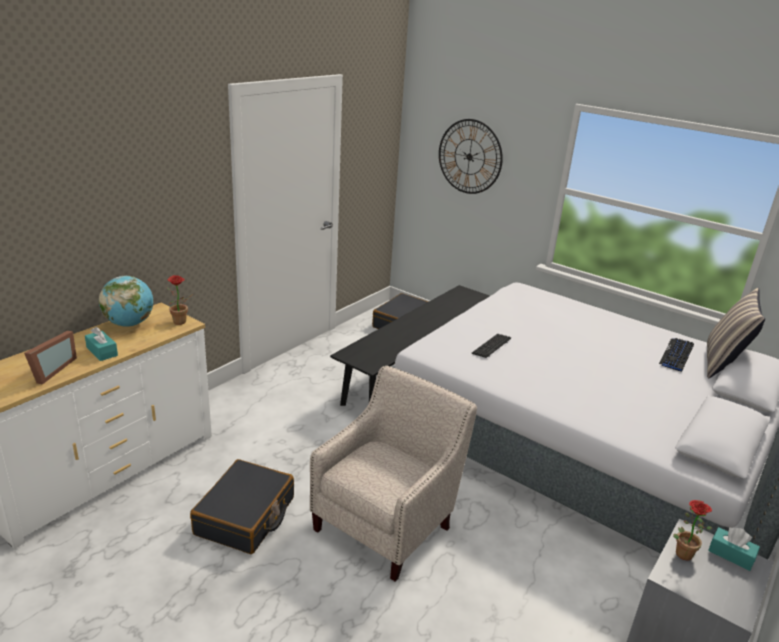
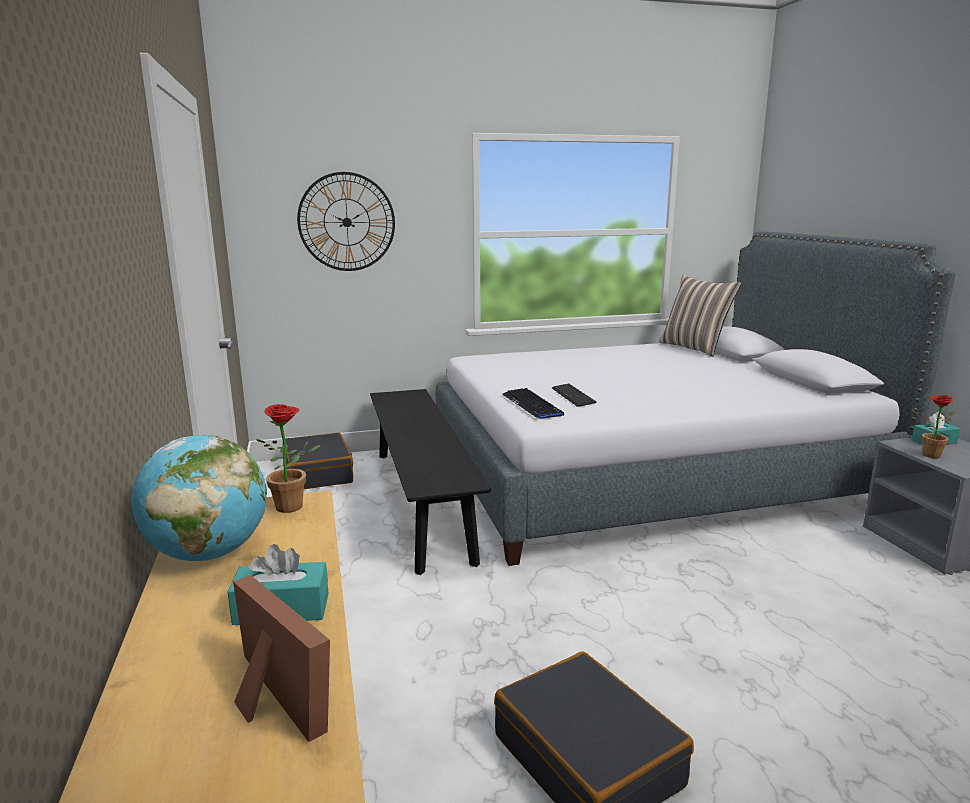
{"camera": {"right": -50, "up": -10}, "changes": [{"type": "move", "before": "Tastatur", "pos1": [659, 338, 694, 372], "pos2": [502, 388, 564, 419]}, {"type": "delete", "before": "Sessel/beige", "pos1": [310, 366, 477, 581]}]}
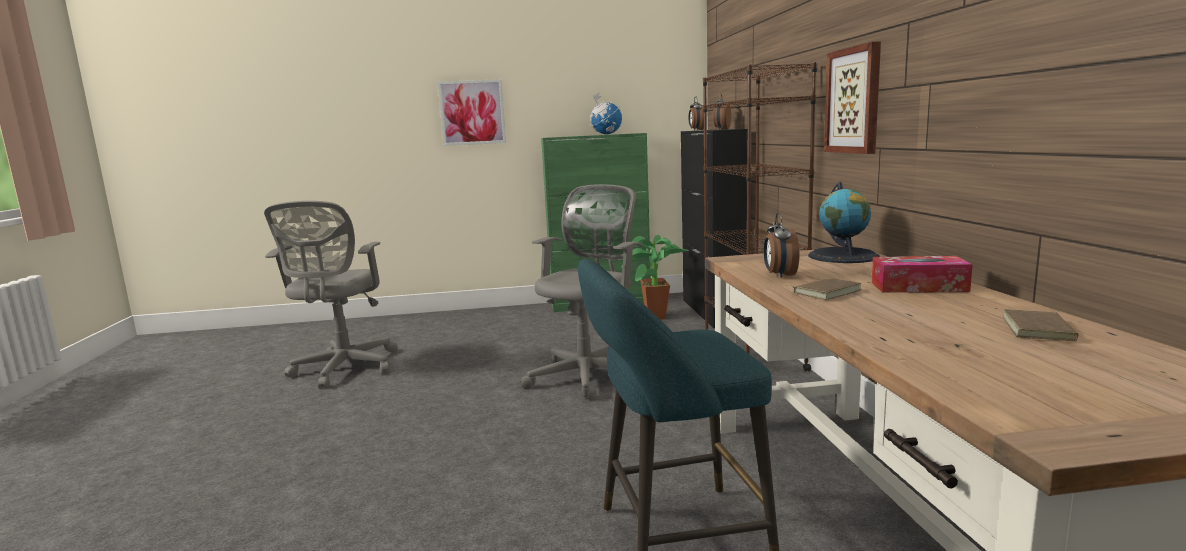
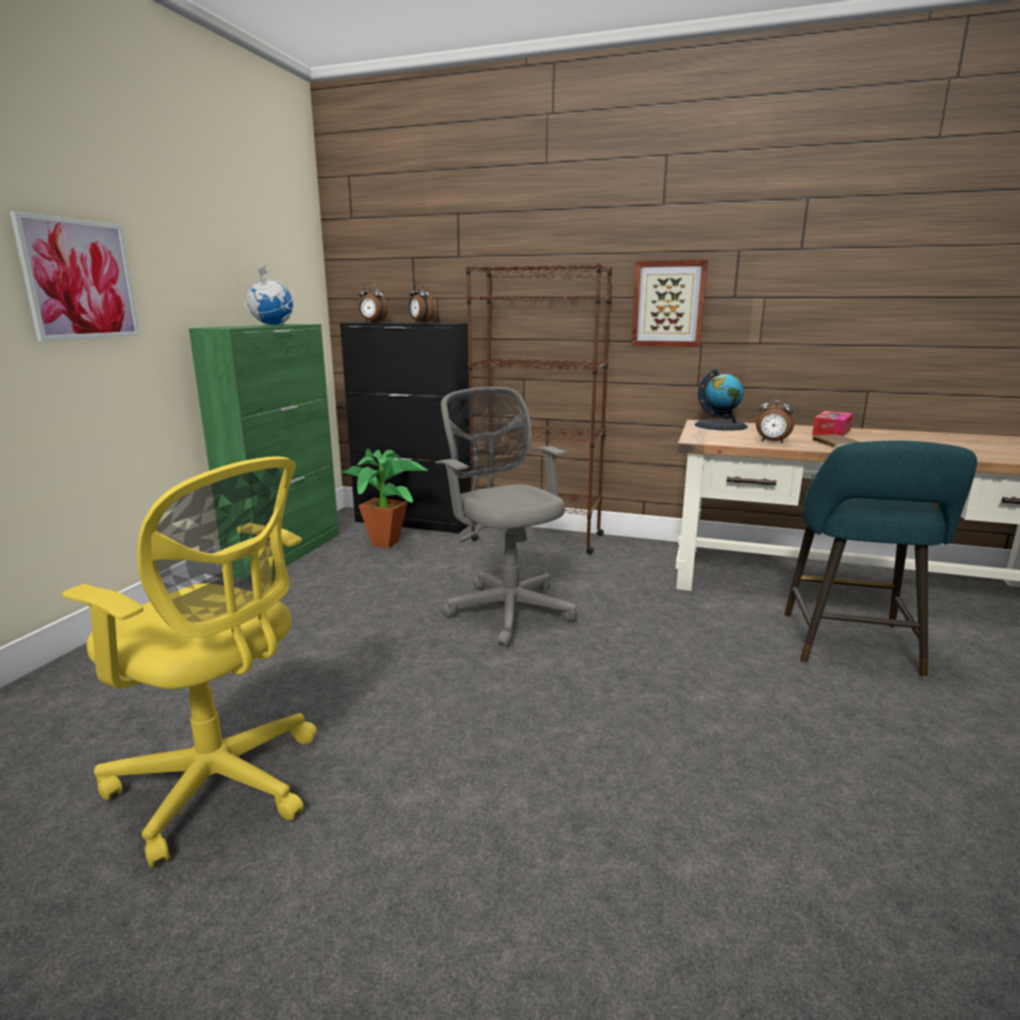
{"camera": {"right": -65, "up": 5}, "changes": [{"type": "recolor", "before": "Bürostuhl/grau", "after": "Bürostuhl/gelb", "pos1": [264, 201, 397, 389], "pos2": [62, 456, 317, 868]}, {"type": "delete", "before": "Buch/braun", "pos1": [1003, 309, 1079, 342]}]}
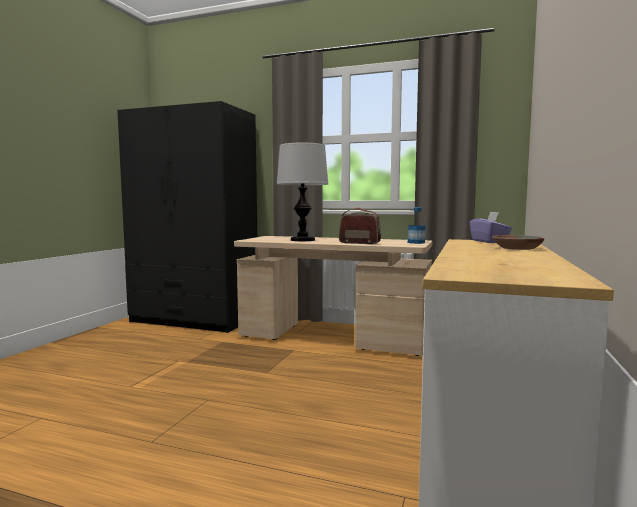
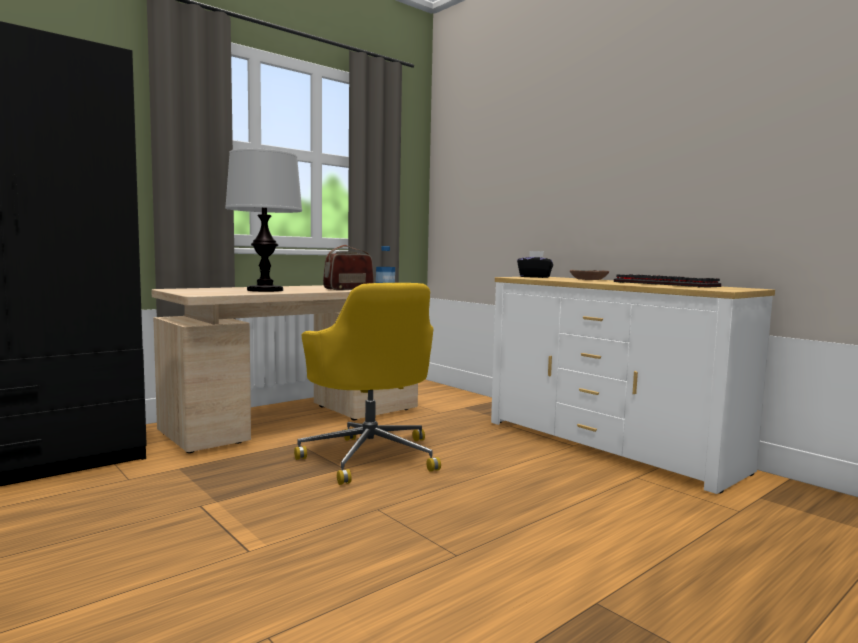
{"camera": {"right": -60, "up": 0}, "changes": [{"type": "insert", "after": "Bürostuhl/gelb", "pos2": [294, 283, 441, 485]}, {"type": "recolor", "before": "Taschentuchbox/lila", "after": "Taschentuchbox/schwarz", "pos1": [470, 212, 512, 243], "pos2": [517, 251, 553, 278]}, {"type": "insert", "after": "Tastatur", "pos2": [614, 274, 721, 288]}]}
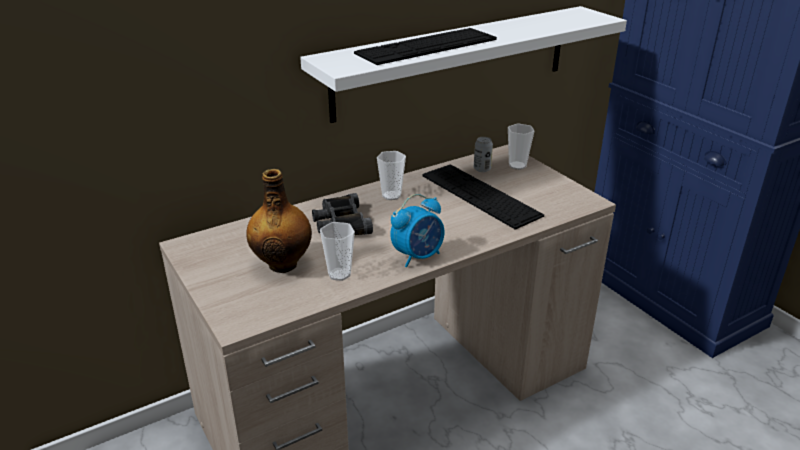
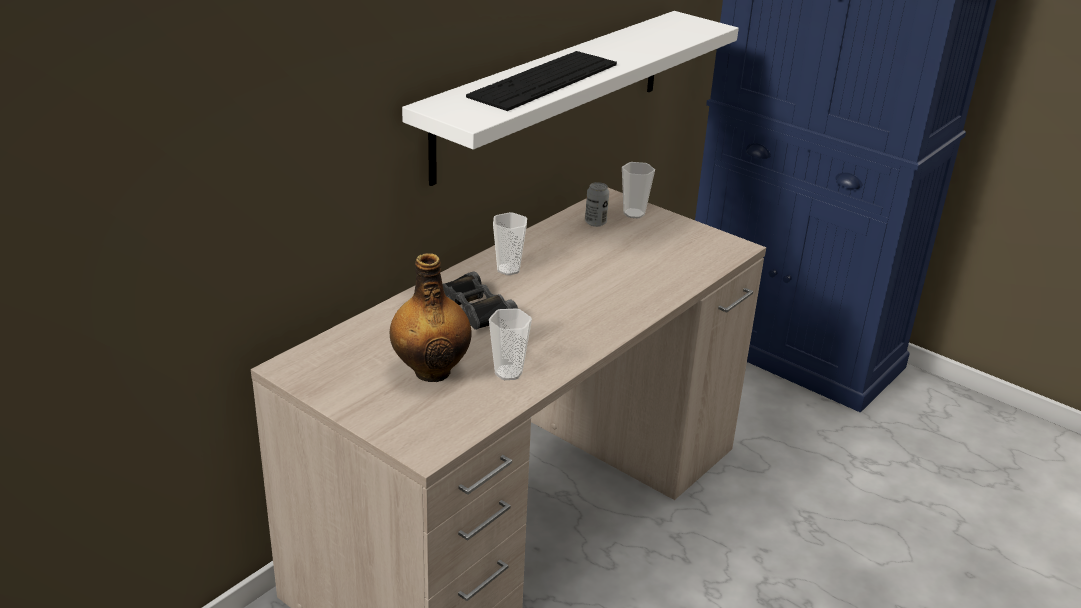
{"camera": {"right": -20, "up": 0}, "changes": [{"type": "delete", "before": "Wecker", "pos1": [390, 194, 444, 268]}, {"type": "delete", "before": "Tastatur", "pos1": [422, 165, 544, 230]}]}
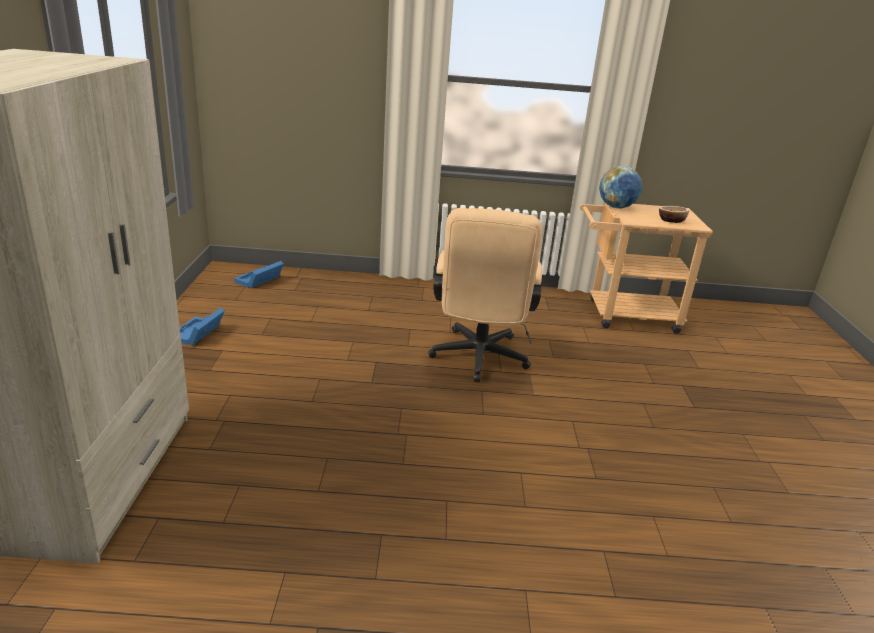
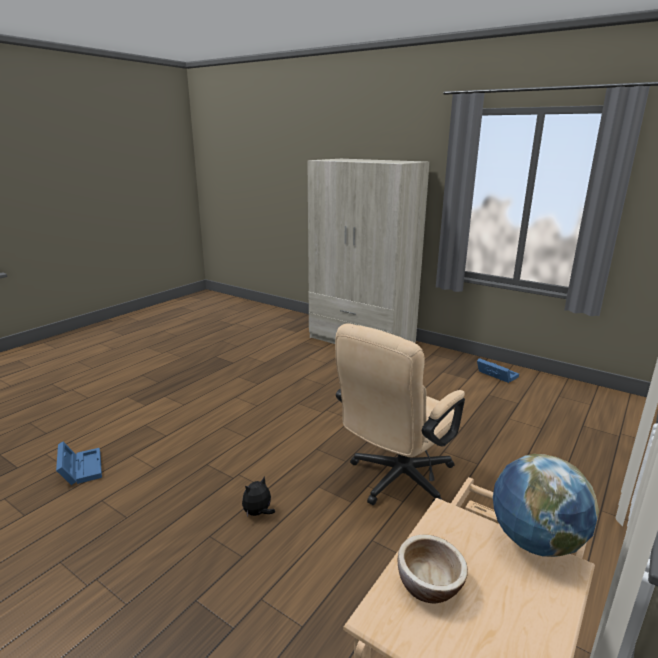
{"camera": {"right": 125, "up": -5}, "changes": [{"type": "move", "before": "Aufbewahrungsbox/blau", "pos1": [234, 261, 284, 288], "pos2": [56, 442, 102, 485]}, {"type": "insert", "after": "Plüschtier", "pos2": [242, 476, 275, 517]}, {"type": "rotate", "before": "Bürostuhl/beige", "pos1": [428, 208, 542, 382], "pos2": [335, 323, 465, 505], "turn": -90}]}
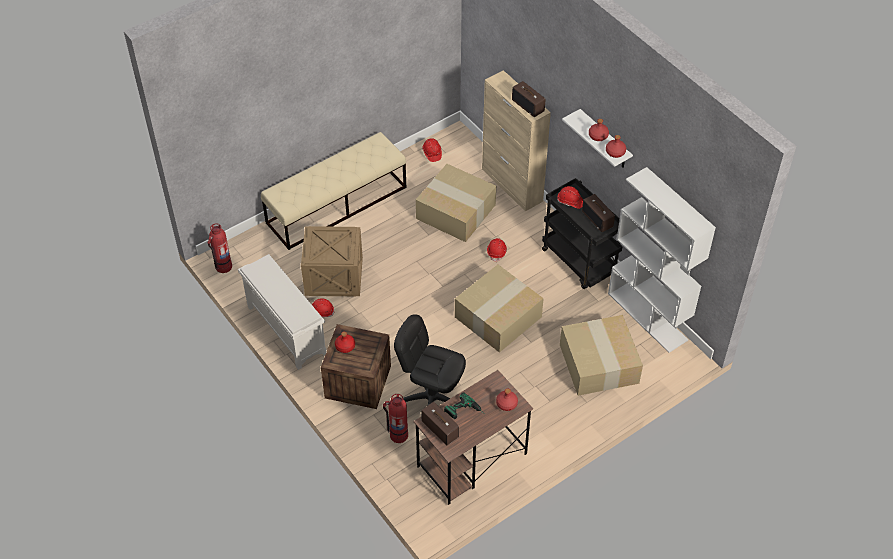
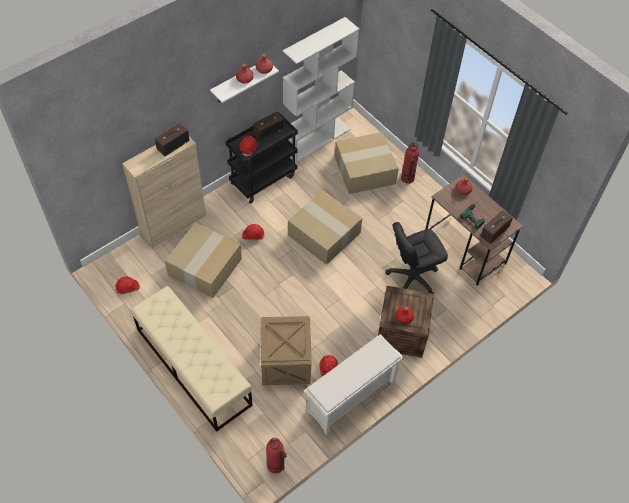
{"camera": {"right": -95, "up": 5}, "changes": [{"type": "rotate", "before": "Bürostuhl/schwarz", "pos1": [394, 314, 466, 405], "pos2": [385, 222, 448, 294], "turn": 45}, {"type": "move", "before": "Feuerlöscher", "pos1": [383, 394, 408, 443], "pos2": [401, 142, 419, 184]}]}
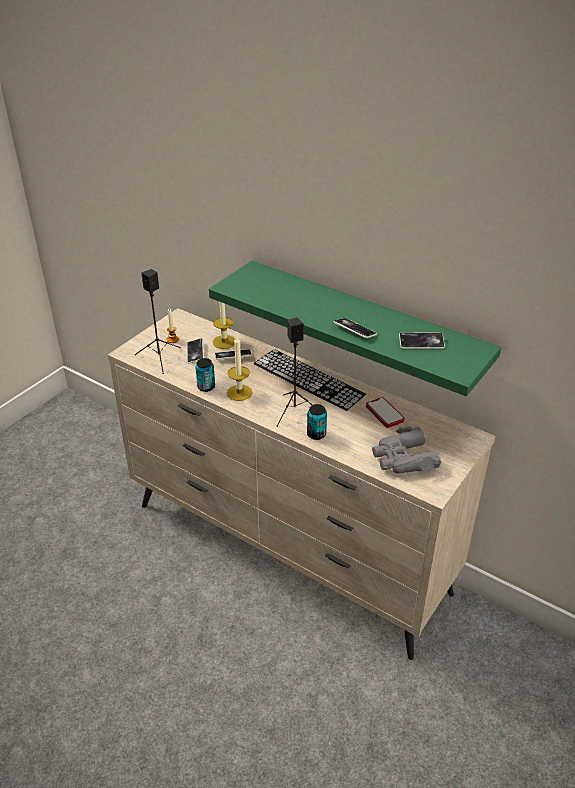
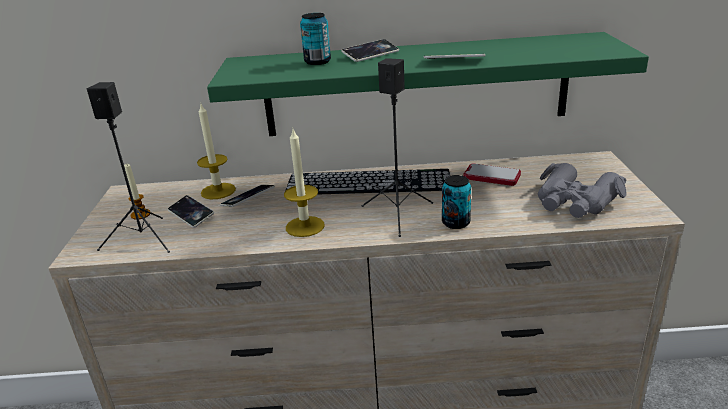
{"camera": {"right": -35, "up": -10}, "changes": [{"type": "move", "before": "Dose", "pos1": [195, 358, 215, 392], "pos2": [300, 13, 331, 65]}, {"type": "move", "before": "Handy", "pos1": [399, 332, 445, 349], "pos2": [341, 39, 399, 62]}]}
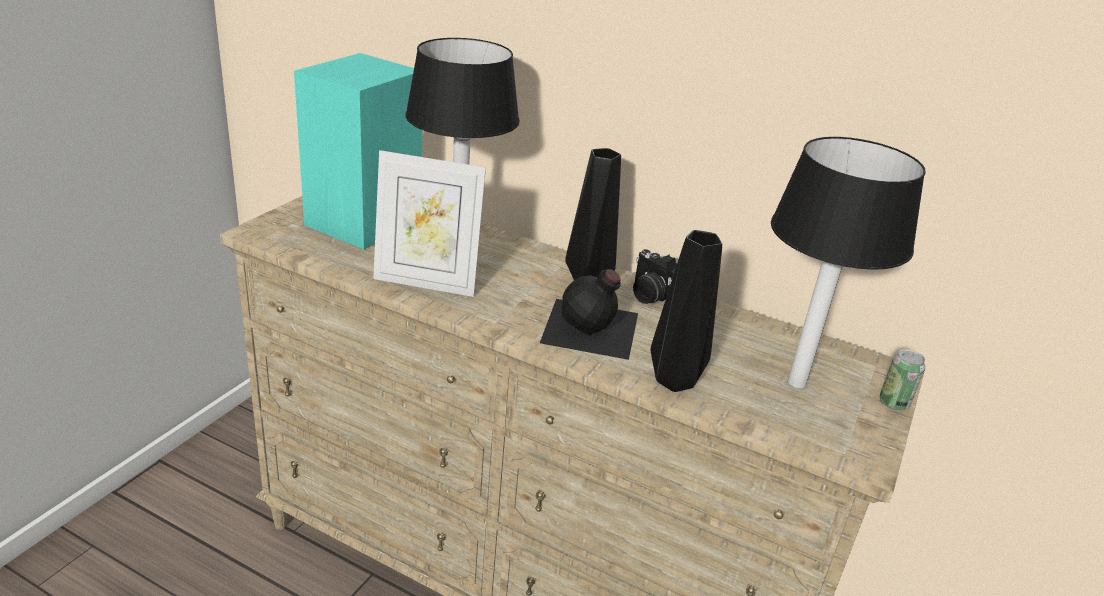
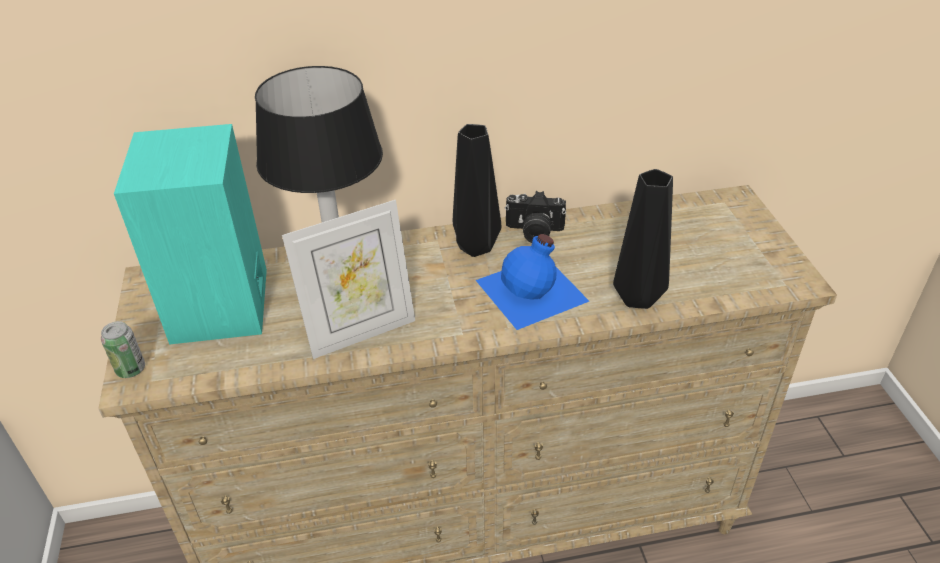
{"camera": {"right": -35, "up": 10}, "changes": [{"type": "move", "before": "Dose", "pos1": [879, 349, 925, 410], "pos2": [101, 321, 145, 378]}, {"type": "recolor", "before": "Flasche/schwarz", "after": "Flasche/blau", "pos1": [540, 269, 638, 360], "pos2": [476, 234, 589, 330]}, {"type": "delete", "before": "Tischlampe", "pos1": [771, 137, 926, 388]}]}
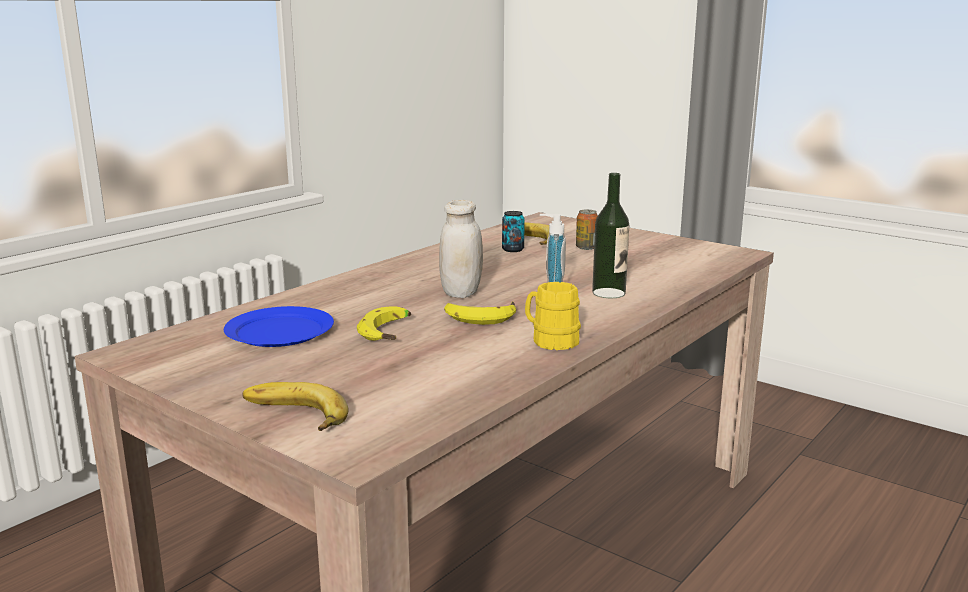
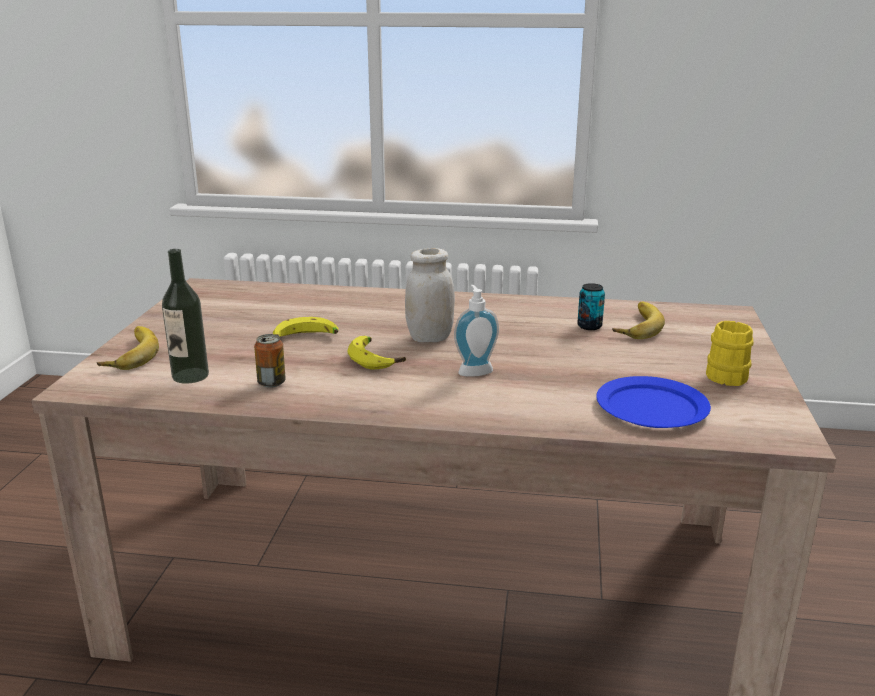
{"camera": {"right": 60, "up": 5}, "changes": [{"type": "move", "before": "Flasche", "pos1": [592, 173, 629, 298], "pos2": [162, 249, 209, 384]}, {"type": "move", "before": "Dose", "pos1": [576, 210, 598, 250], "pos2": [254, 334, 286, 388]}, {"type": "move", "before": "Teller/blau", "pos1": [224, 306, 334, 347], "pos2": [596, 376, 711, 428]}, {"type": "move", "before": "Henkelbecher/gelb", "pos1": [525, 282, 581, 350], "pos2": [706, 321, 754, 386]}]}
